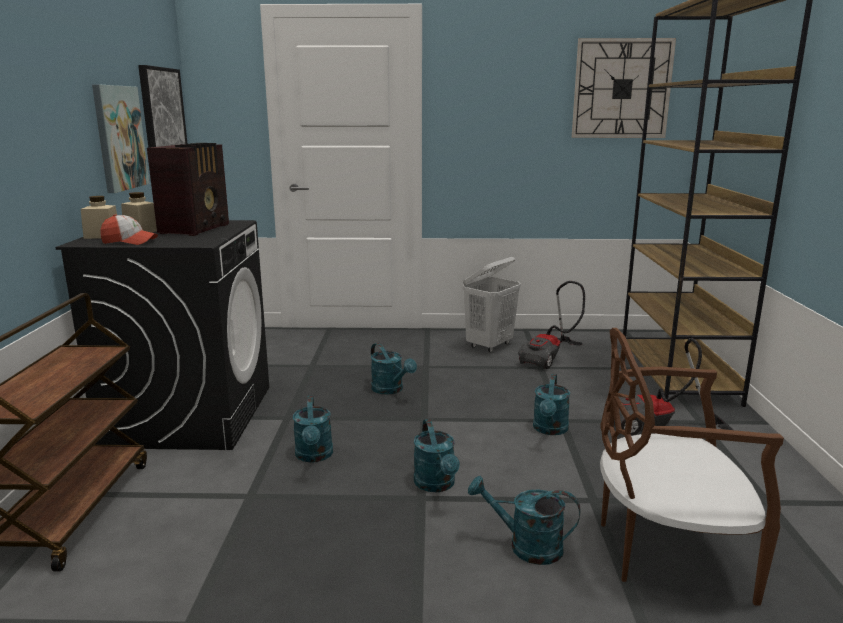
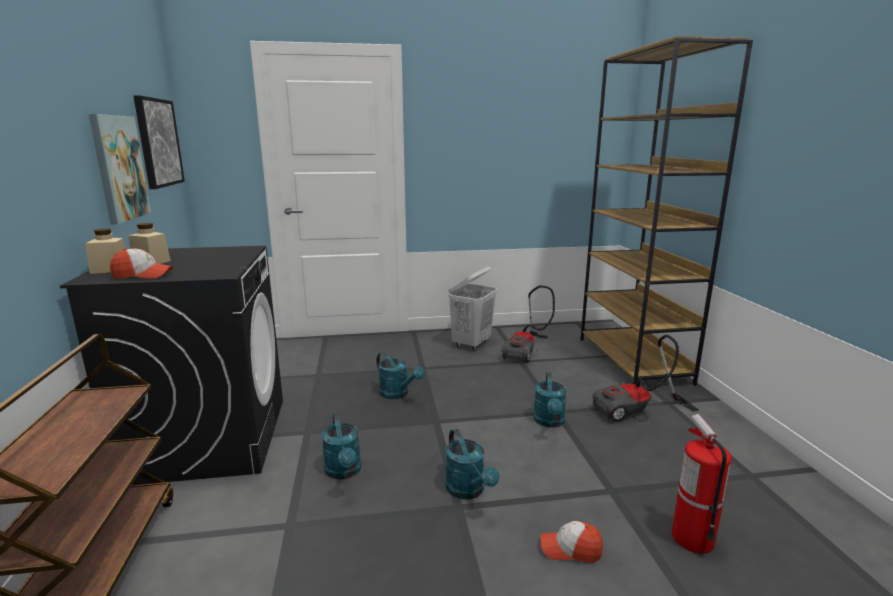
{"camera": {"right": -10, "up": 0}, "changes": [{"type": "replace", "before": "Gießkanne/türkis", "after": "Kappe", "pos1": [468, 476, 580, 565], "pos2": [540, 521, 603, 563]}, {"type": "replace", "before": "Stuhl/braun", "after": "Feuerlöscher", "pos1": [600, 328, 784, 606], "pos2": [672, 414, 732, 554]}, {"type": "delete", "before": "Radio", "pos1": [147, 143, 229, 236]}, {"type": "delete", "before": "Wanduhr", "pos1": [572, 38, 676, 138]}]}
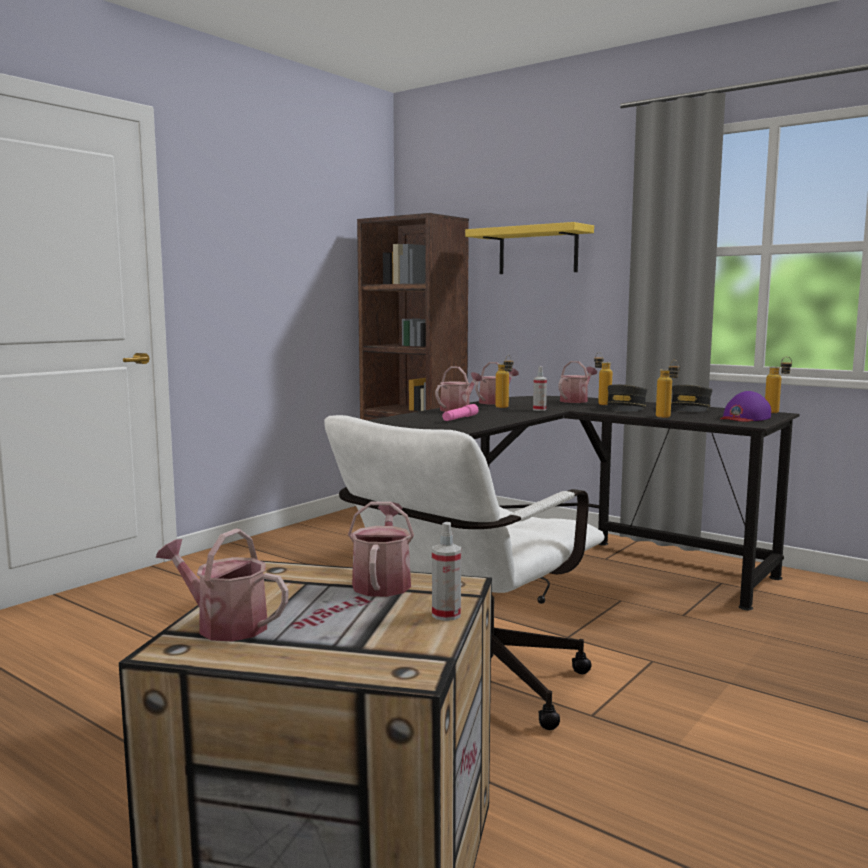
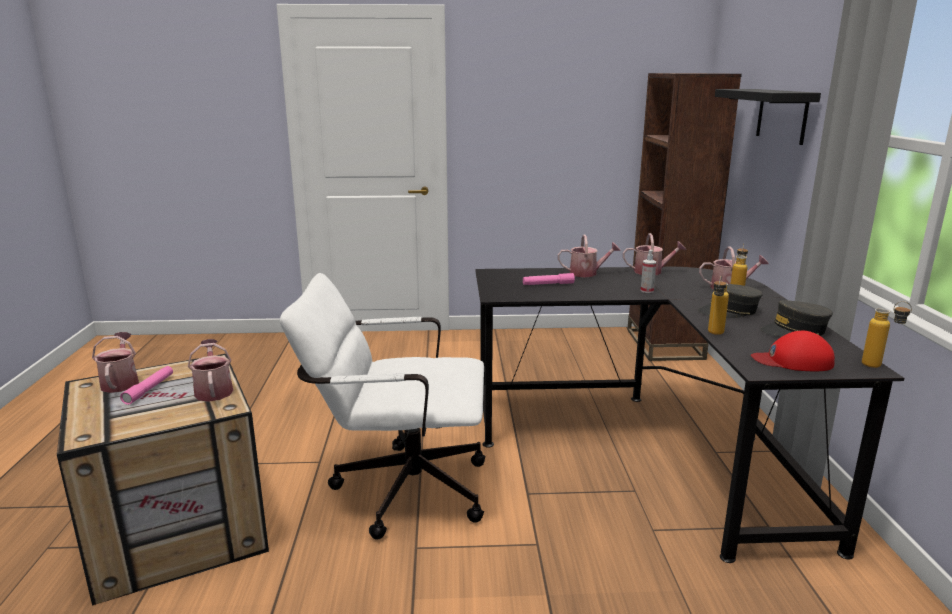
{"camera": {"right": 50, "up": 10}, "changes": [{"type": "insert", "after": "Taschenlampe/rosa", "pos2": [120, 366, 173, 405]}, {"type": "rotate", "before": "Gießkanne", "pos1": [348, 501, 414, 597], "pos2": [188, 339, 233, 402], "turn": -75}, {"type": "recolor", "before": "Wandregal/gelb", "after": "Wandregal/schwarz", "pos1": [465, 222, 594, 274], "pos2": [715, 89, 821, 145]}, {"type": "recolor", "before": "Kappe/lila", "after": "Kappe/rot", "pos1": [720, 391, 771, 422], "pos2": [751, 331, 835, 371]}, {"type": "delete", "before": "Sprühflasche", "pos1": [432, 522, 461, 621]}, {"type": "delete", "before": "Flasche", "pos1": [495, 355, 513, 408]}]}
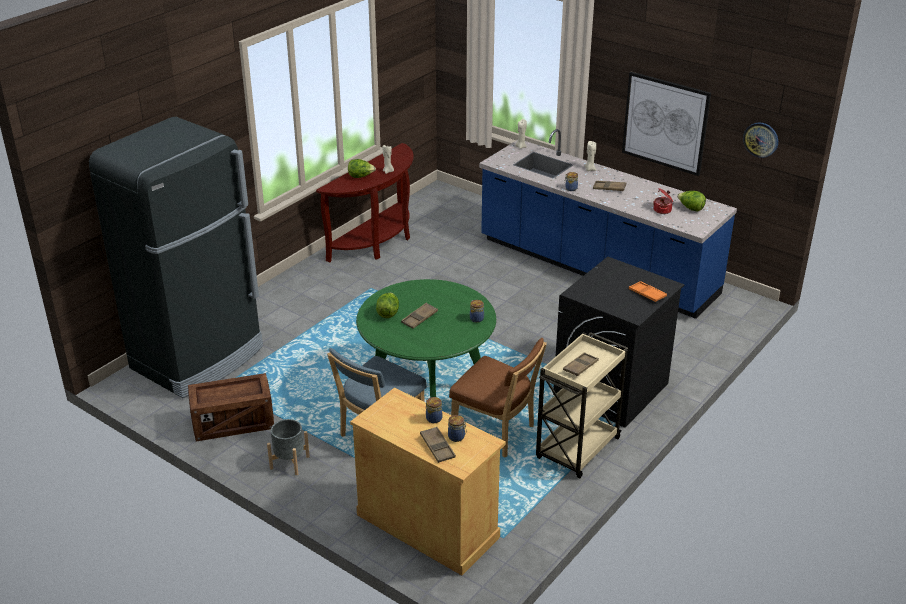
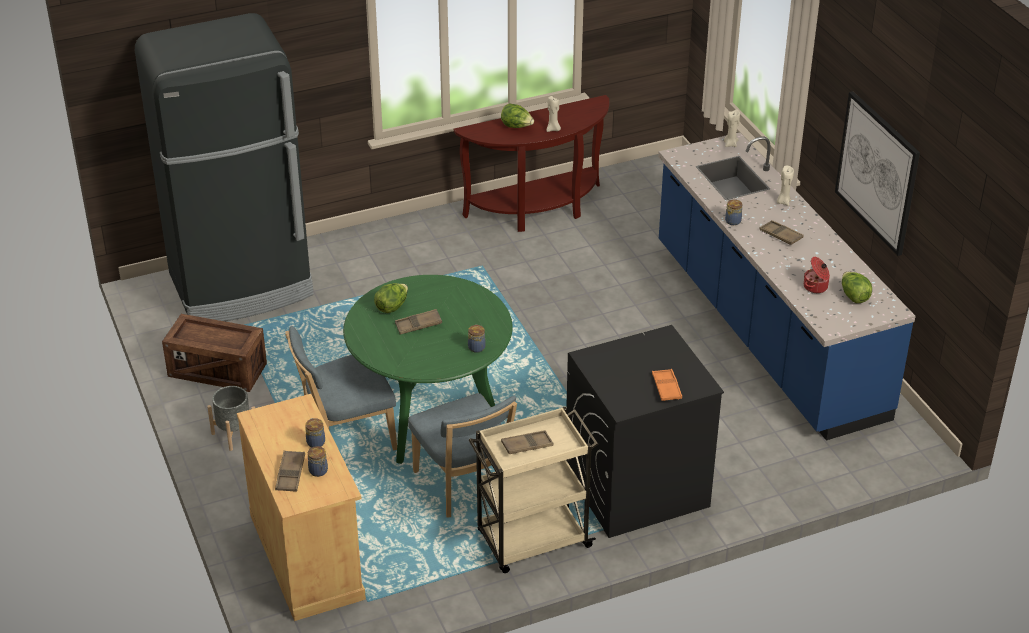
{"camera": {"right": 30, "up": 5}, "changes": [{"type": "recolor", "before": "Stuhl/braun", "after": "Stuhl/blau", "pos1": [449, 338, 547, 458], "pos2": [408, 393, 517, 518]}, {"type": "delete", "before": "Wanduhr", "pos1": [743, 123, 778, 158]}]}
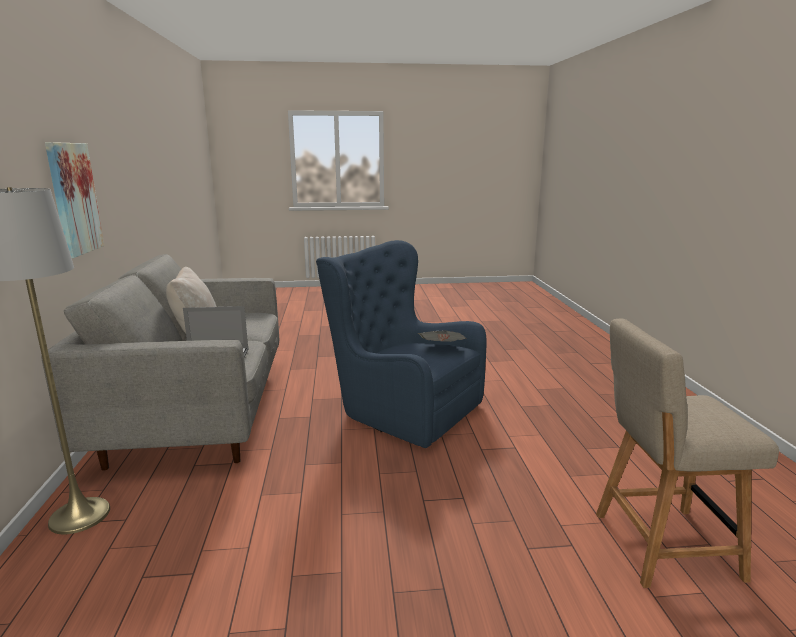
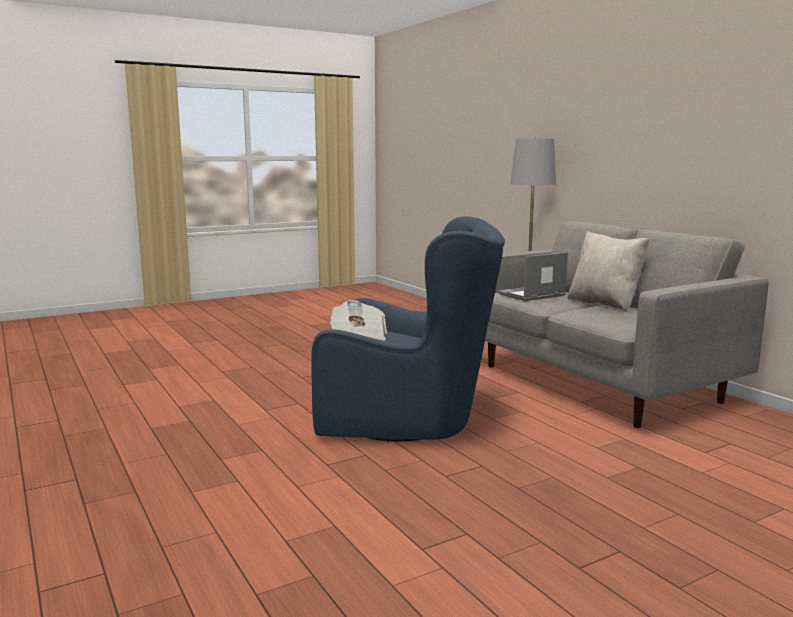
{"camera": {"right": 155, "up": -5}, "changes": [{"type": "delete", "before": "Bild", "pos1": [45, 142, 104, 258]}, {"type": "delete", "before": "Stuhl/beige", "pos1": [596, 319, 779, 588]}]}
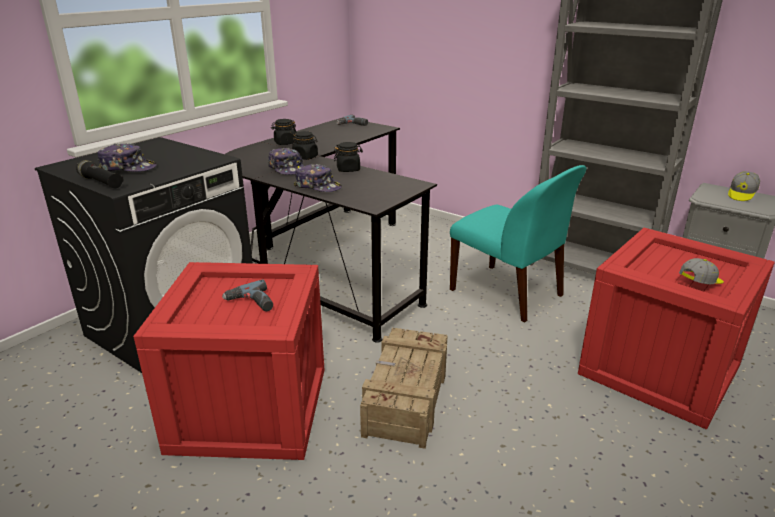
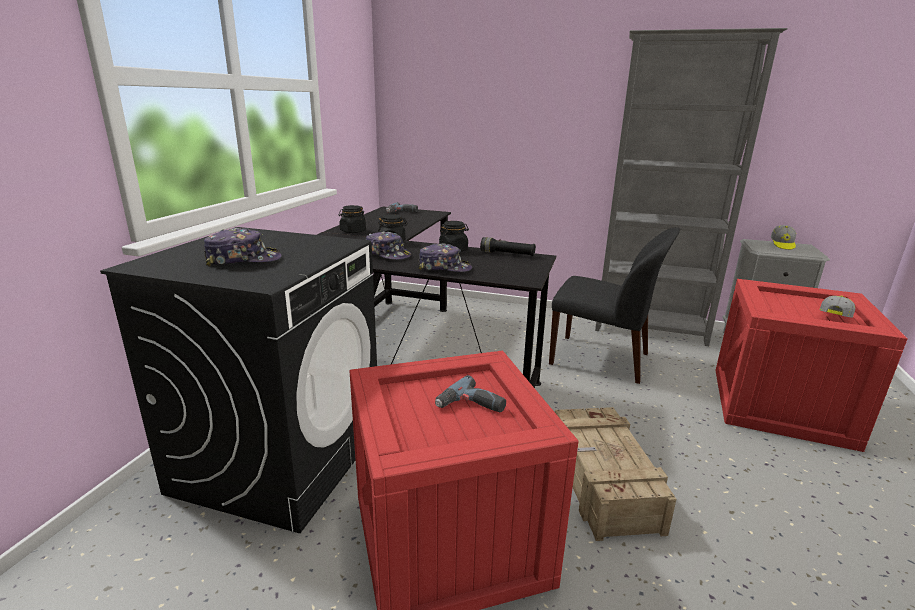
{"camera": {"right": -20, "up": -5}, "changes": [{"type": "move", "before": "Taschenlampe/schwarz", "pos1": [76, 160, 124, 188], "pos2": [480, 237, 536, 256]}, {"type": "recolor", "before": "Stuhl/türkis", "after": "Stuhl/schwarz", "pos1": [450, 165, 586, 322], "pos2": [549, 227, 680, 384]}]}
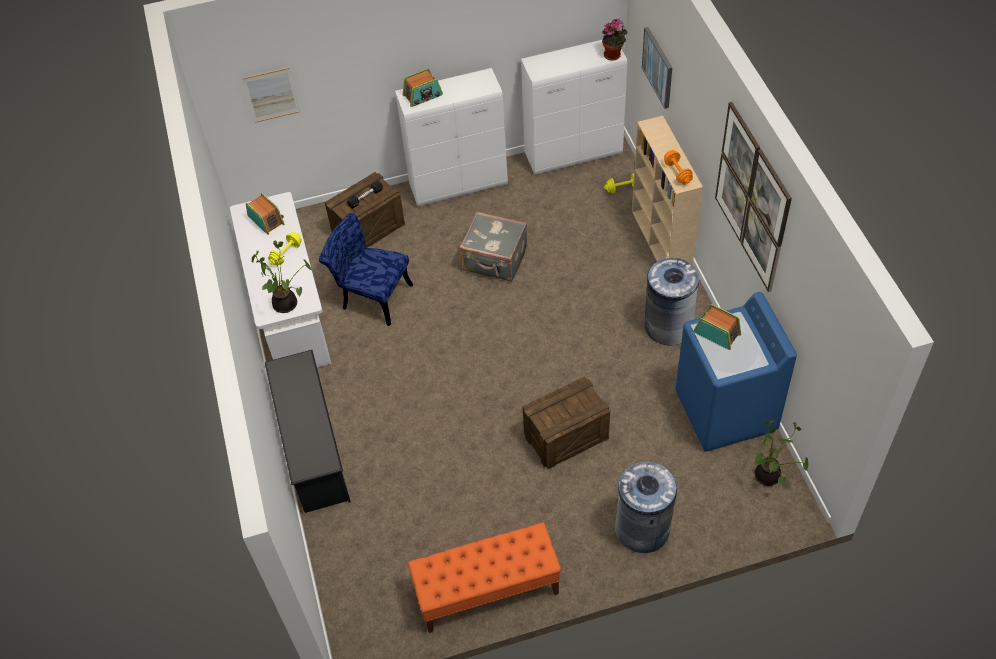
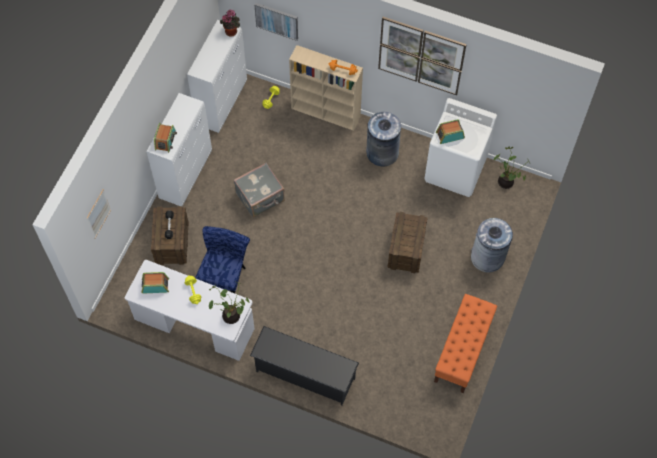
{"camera": {"right": -55, "up": 10}, "changes": [{"type": "rotate", "before": "Stuhl/blau", "pos1": [319, 213, 413, 326], "pos2": [195, 226, 250, 293], "turn": 135}, {"type": "recolor", "before": "Waschmaschine/blau", "after": "Waschmaschine/weiß", "pos1": [675, 292, 797, 451], "pos2": [424, 98, 497, 197]}]}
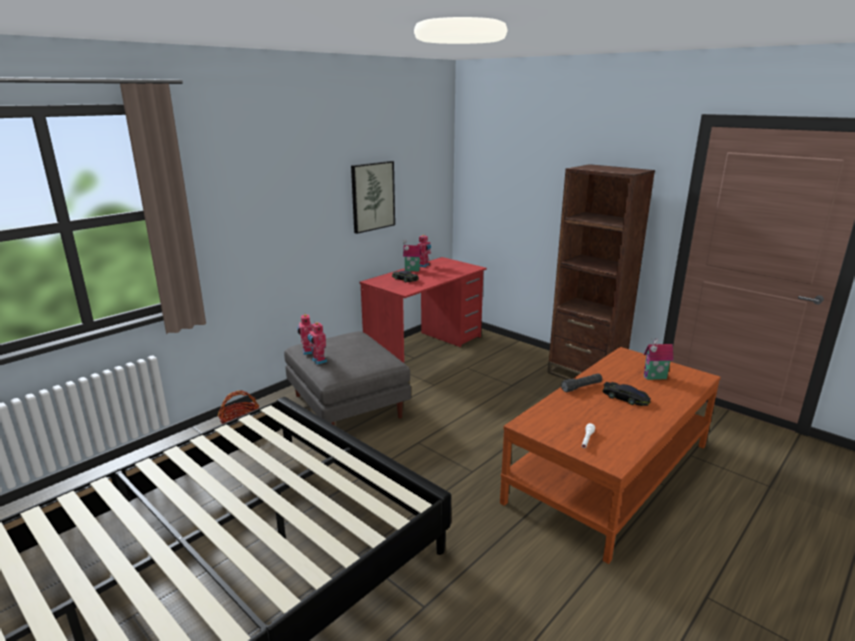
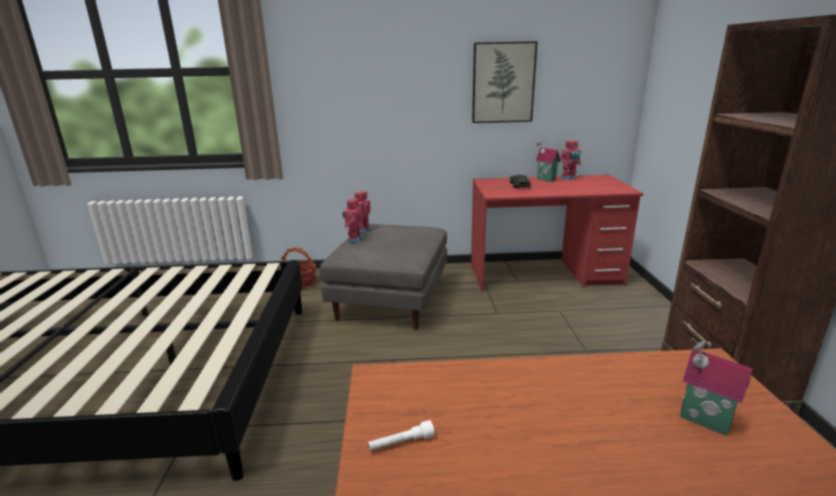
{"camera": {"right": 45, "up": 0}, "changes": [{"type": "delete", "before": "Taschenlampe/schwarz", "pos1": [561, 373, 602, 392]}, {"type": "delete", "before": "Spielzeugauto/schwarz", "pos1": [603, 382, 651, 406]}]}
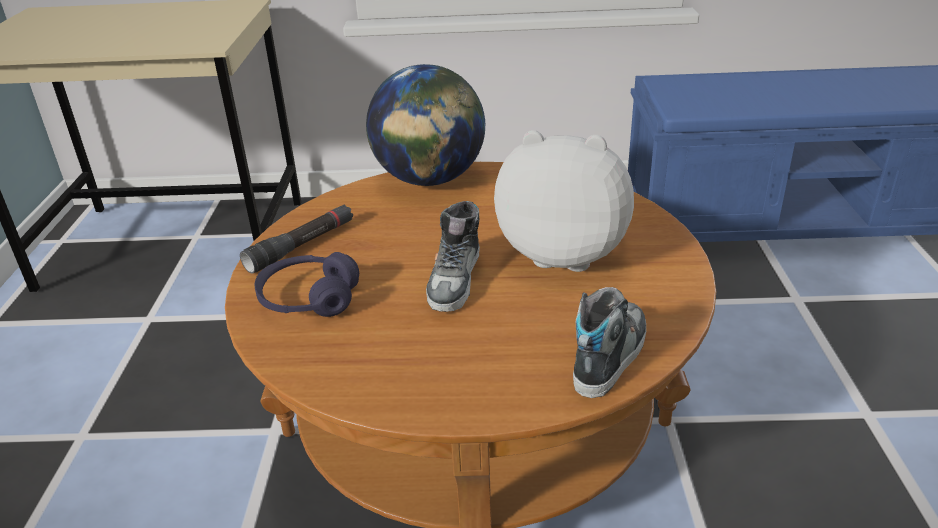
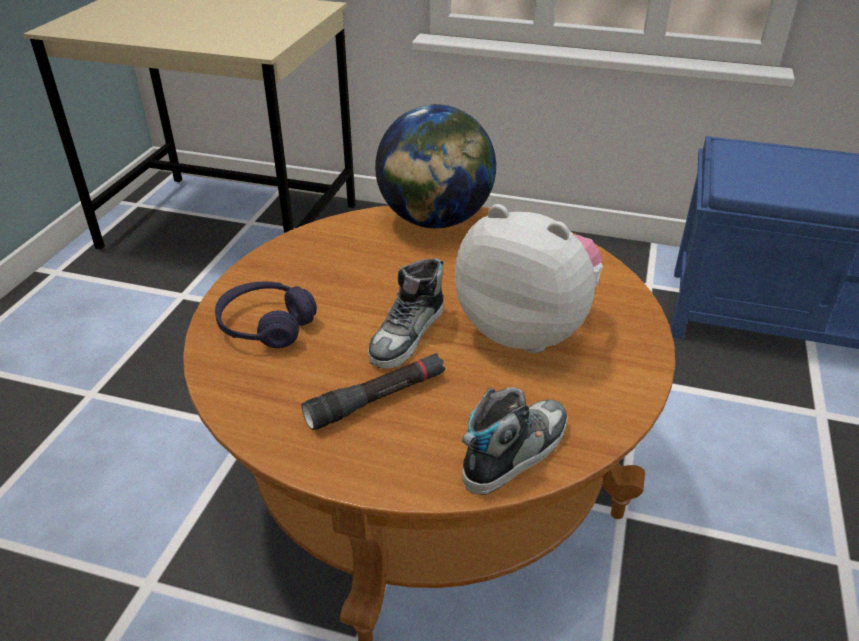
{"camera": {"right": 15, "up": 5}, "changes": [{"type": "move", "before": "Taschenlampe/schwarz", "pos1": [240, 204, 353, 274], "pos2": [301, 353, 445, 430]}]}
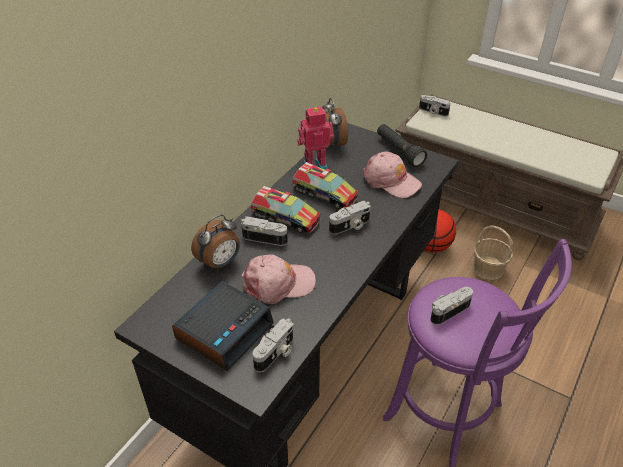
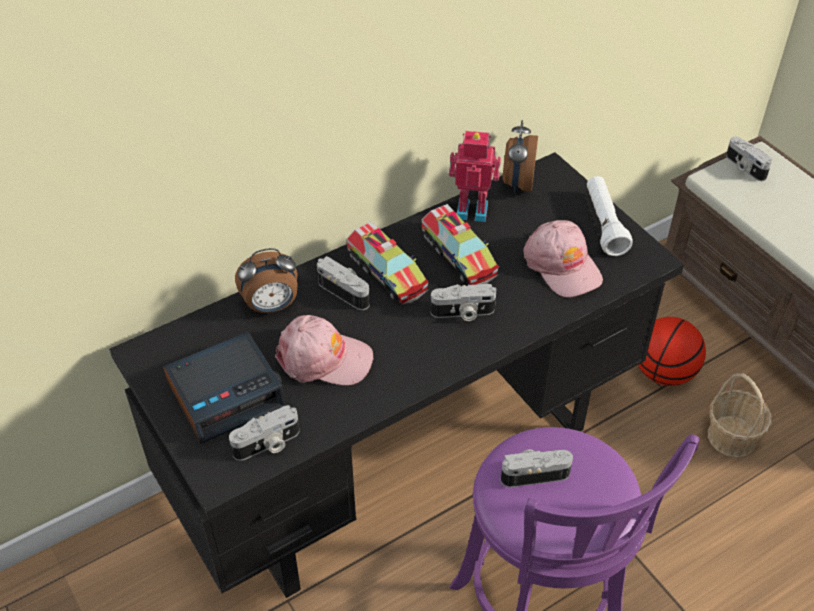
{"camera": {"right": 25, "up": 5}, "changes": [{"type": "recolor", "before": "Taschenlampe/schwarz", "after": "Taschenlampe/weiß", "pos1": [377, 124, 427, 167], "pos2": [587, 176, 632, 256]}]}
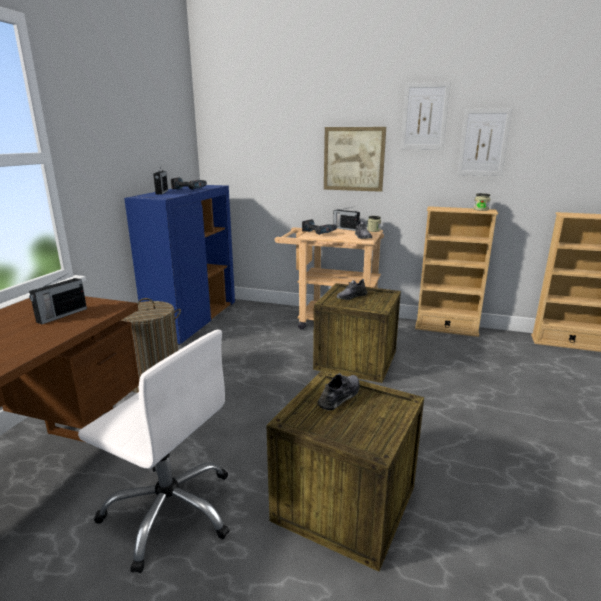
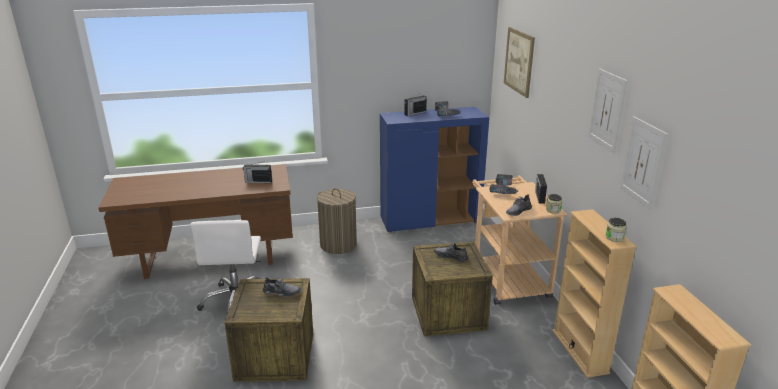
{"camera": {"right": 60, "up": 5}, "changes": [{"type": "move", "before": "Bild", "pos1": [324, 127, 386, 192], "pos2": [504, 27, 535, 98]}]}
